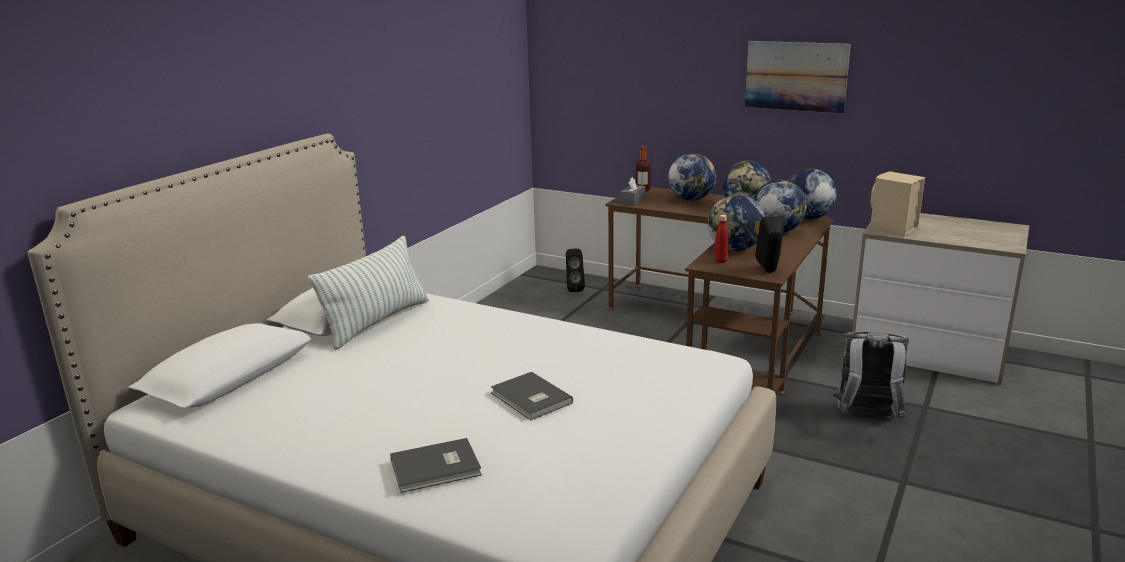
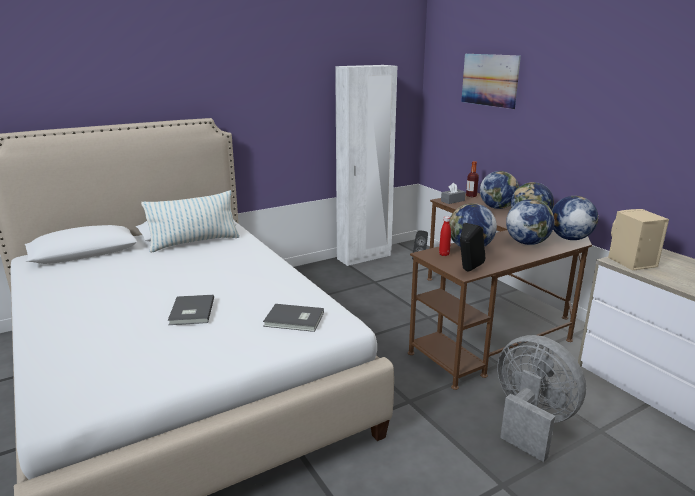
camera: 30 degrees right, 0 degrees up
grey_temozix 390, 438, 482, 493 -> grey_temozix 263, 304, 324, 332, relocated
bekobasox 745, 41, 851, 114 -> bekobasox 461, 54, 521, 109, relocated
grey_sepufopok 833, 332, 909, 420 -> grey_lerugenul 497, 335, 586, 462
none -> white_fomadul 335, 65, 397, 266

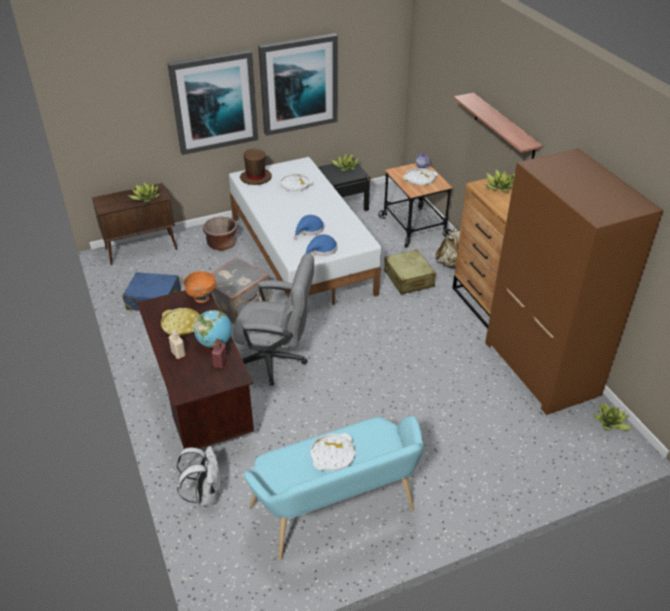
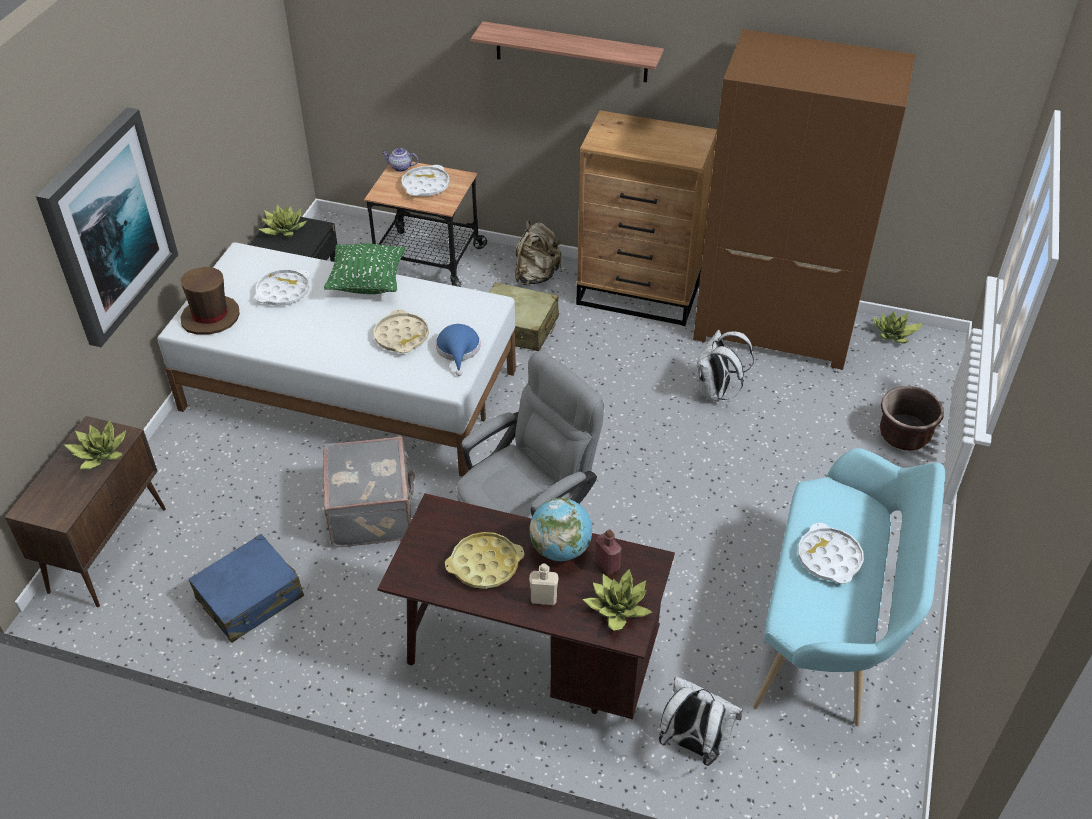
camera: 50 degrees left, 5 degrees up
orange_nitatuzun 184, 271, 216, 303 -> none
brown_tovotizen 203, 217, 238, 250 -> brown_tovotizen 880, 386, 944, 450, relocated
bekobasox 258, 33, 338, 136 -> none
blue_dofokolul 294, 215, 324, 240 -> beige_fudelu 374, 309, 429, 353
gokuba 485, 169, 515, 192 -> gokuba 582, 569, 652, 631, relocated
none -> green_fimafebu 324, 243, 405, 294
none -> white_sepufopok 697, 330, 754, 402

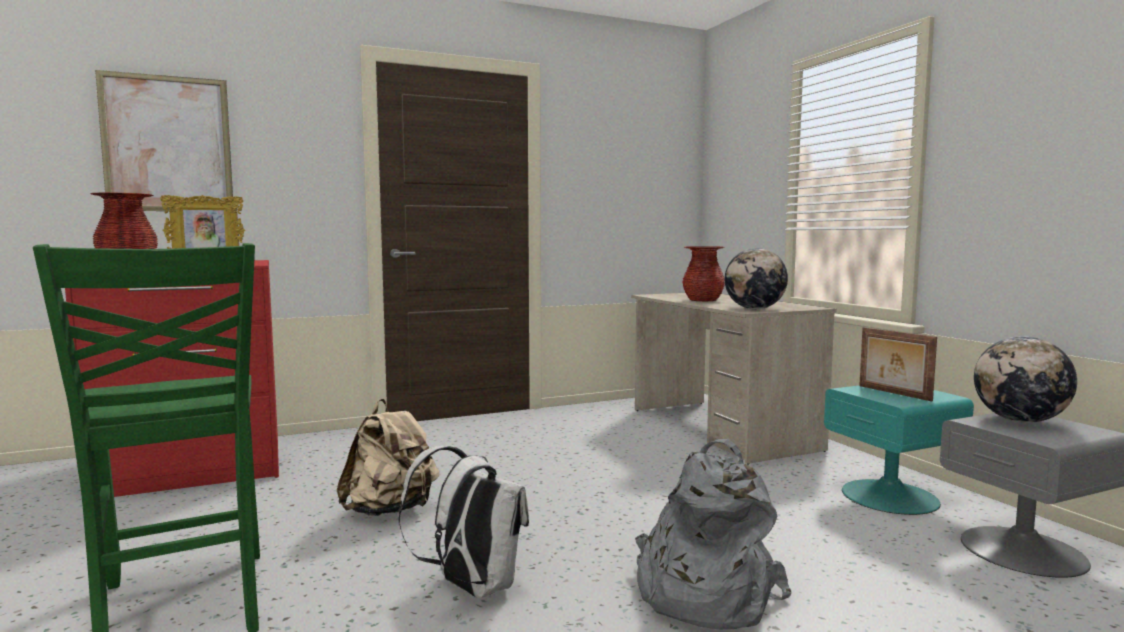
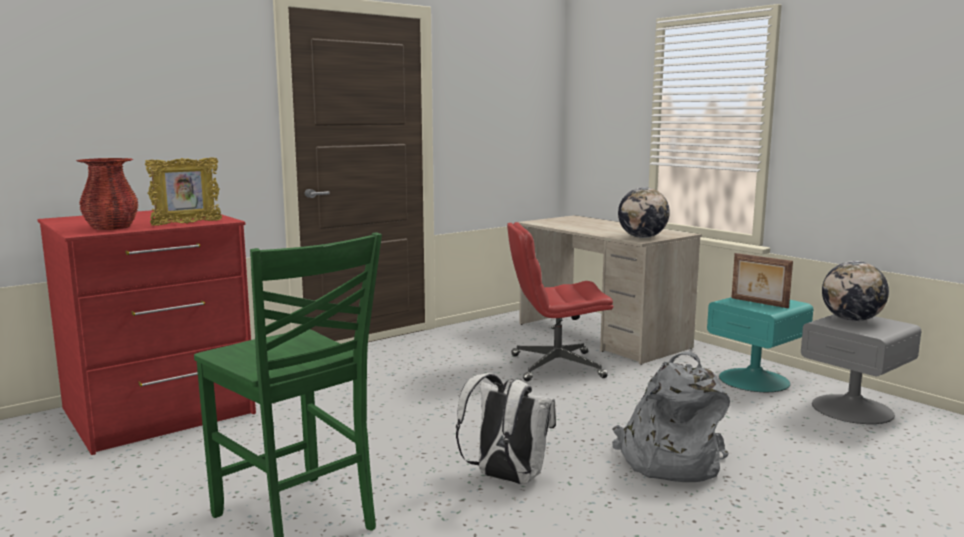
camera: 15 degrees left, 5 degrees up
bekobasox 95, 70, 233, 211 -> none
beige_sepufopok 337, 399, 439, 516 -> none
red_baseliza 683, 246, 725, 301 -> none
none -> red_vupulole 507, 222, 613, 381

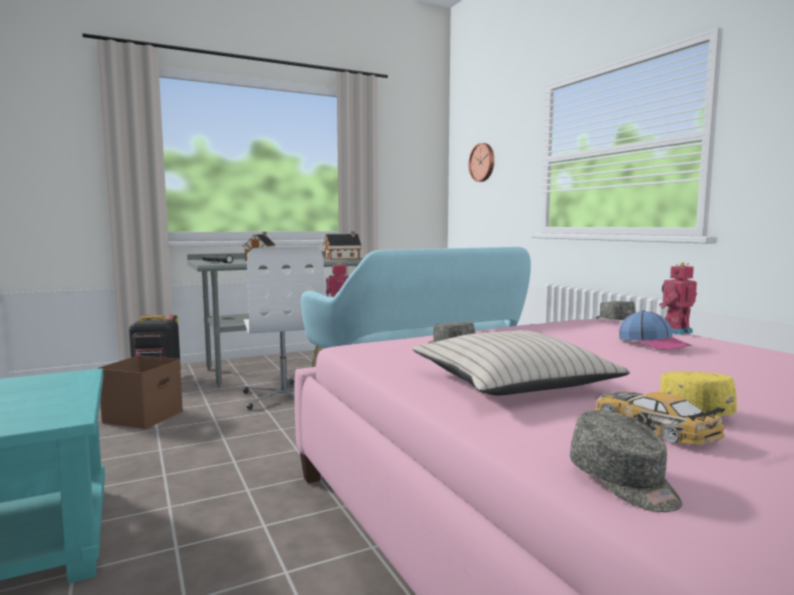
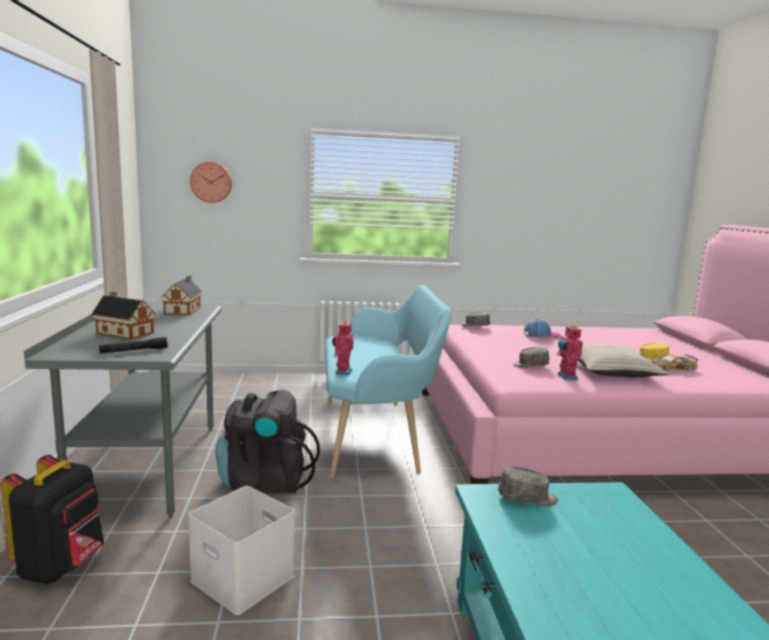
camera: 70 degrees left, 5 degrees up
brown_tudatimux 97, 356, 183, 429 -> white_tudatimux 188, 486, 295, 615
white_vupulole 243, 247, 325, 410 -> black_sepufopok 215, 389, 320, 494
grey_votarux 570, 410, 682, 512 -> grey_votarux 498, 467, 558, 506, relocated
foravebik 659, 262, 697, 335 -> foravebik 557, 325, 583, 380, relocated

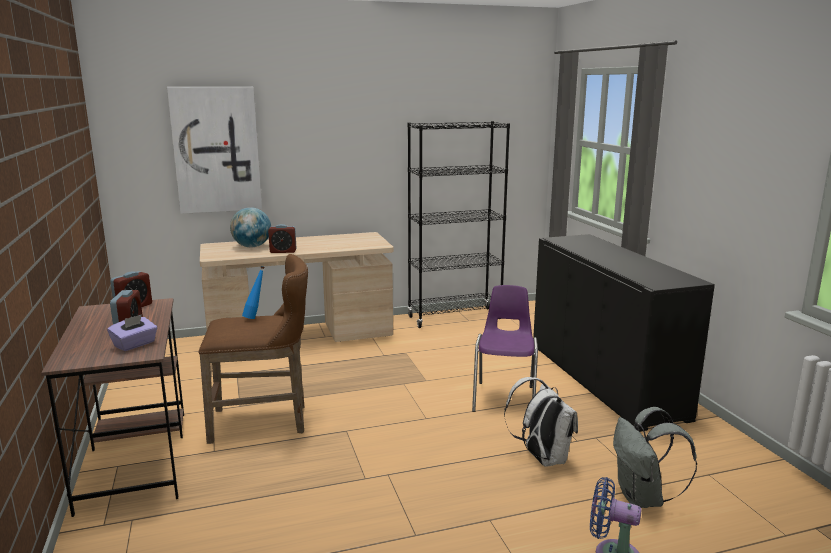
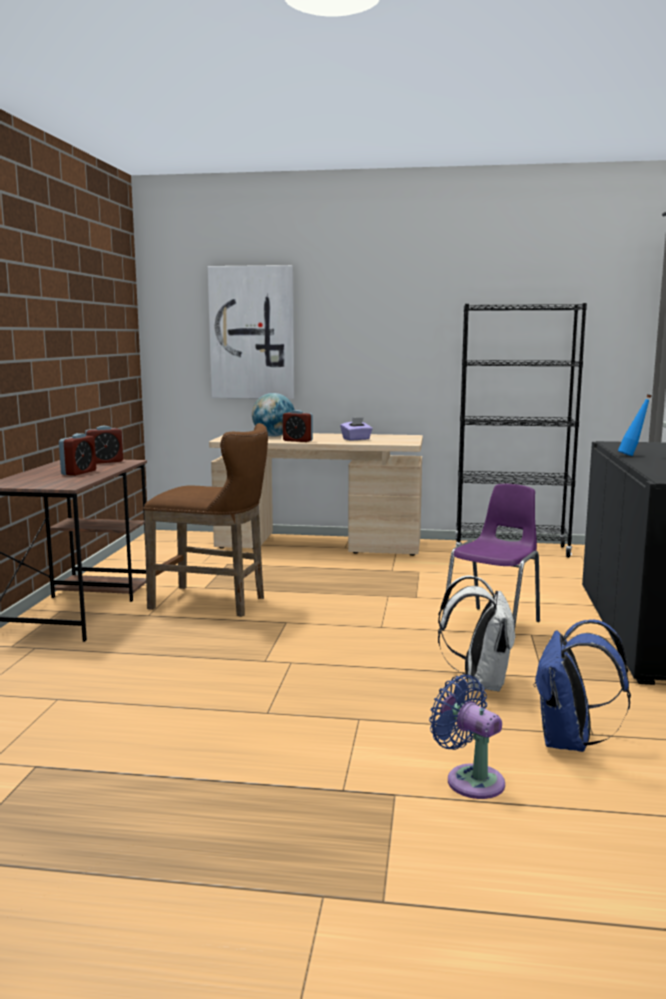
camera: 25 degrees right, 5 degrees down
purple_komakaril 107, 314, 157, 351 -> purple_komakaril 340, 417, 373, 441, relocated
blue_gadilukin 242, 266, 264, 319 -> blue_gadilukin 618, 394, 651, 456, relocated
grey_sepufopok 613, 407, 697, 508 -> blue_sepufopok 533, 620, 631, 752

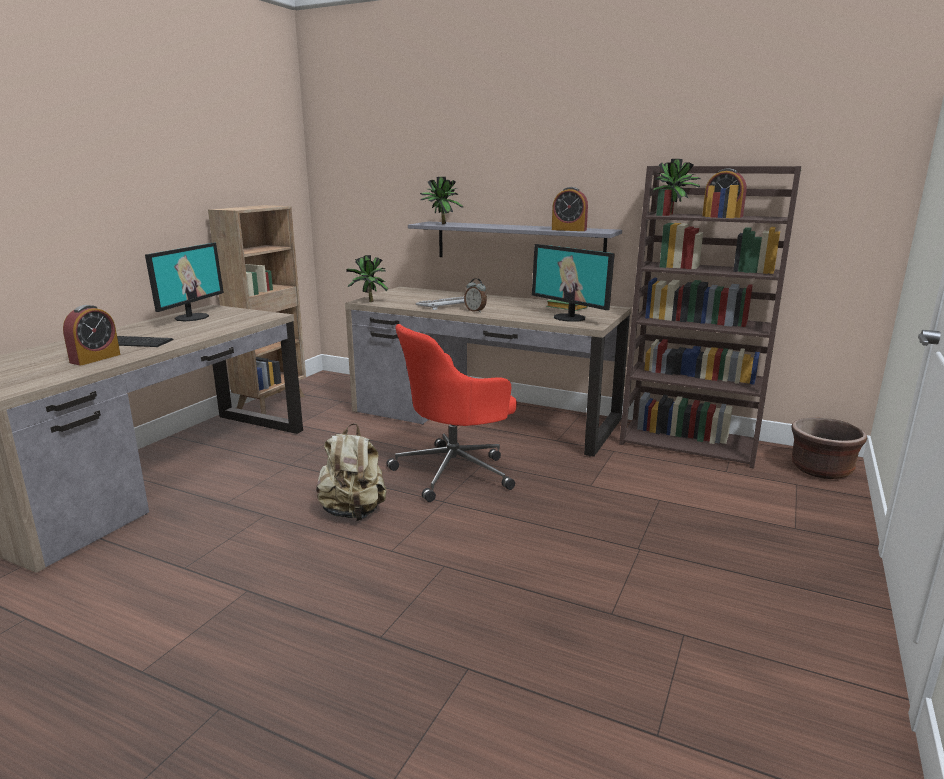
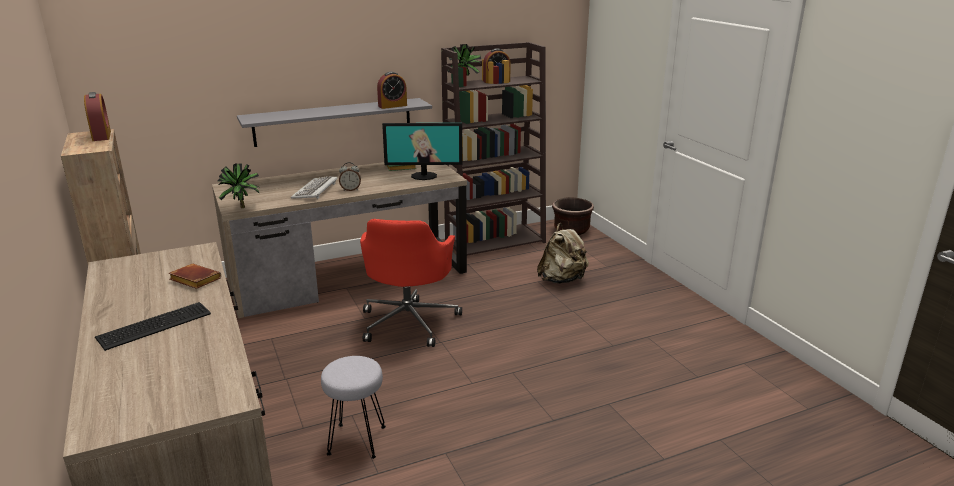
camera: 50 degrees left, 5 degrees up
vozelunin 63, 305, 120, 365 -> vozelunin 84, 92, 111, 141, relocated
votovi 145, 243, 224, 321 -> none
beige_sepufopok 316, 423, 387, 521 -> beige_sepufopok 537, 223, 589, 284, relocated
gokuba 420, 177, 463, 224 -> none
none -> brown_temozix 168, 264, 221, 289
none -> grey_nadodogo 321, 356, 386, 459

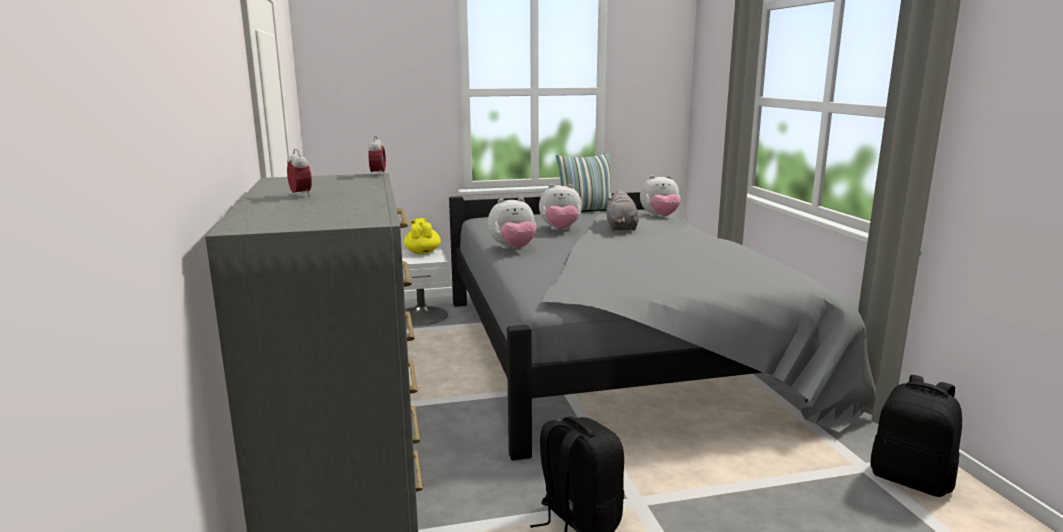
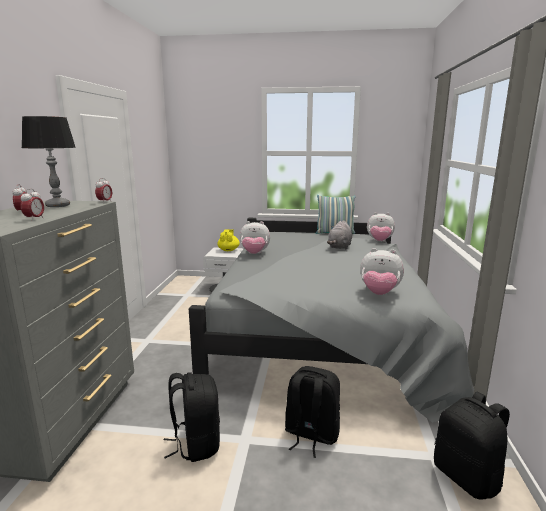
camera: 20 degrees right, 0 degrees up
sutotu 539, 184, 582, 230 -> sutotu 360, 248, 404, 295, relocated
none -> vozelunin 21, 189, 44, 221
none -> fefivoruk 22, 116, 76, 207
none -> black_sepufopok 285, 366, 340, 458

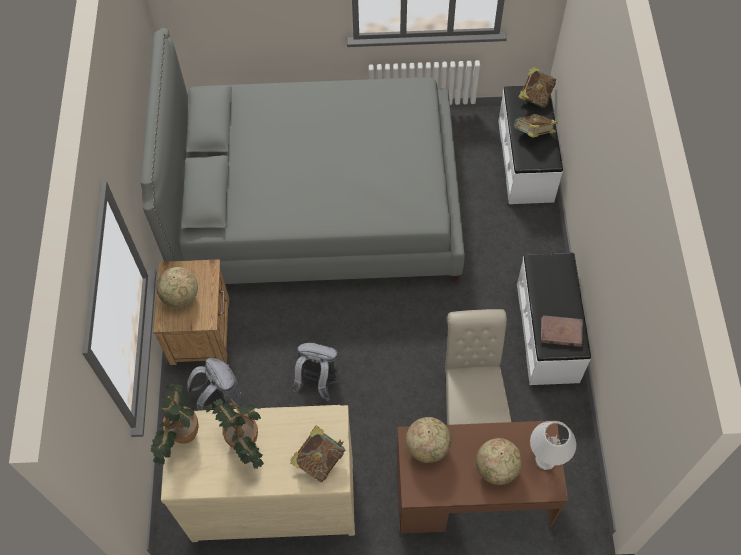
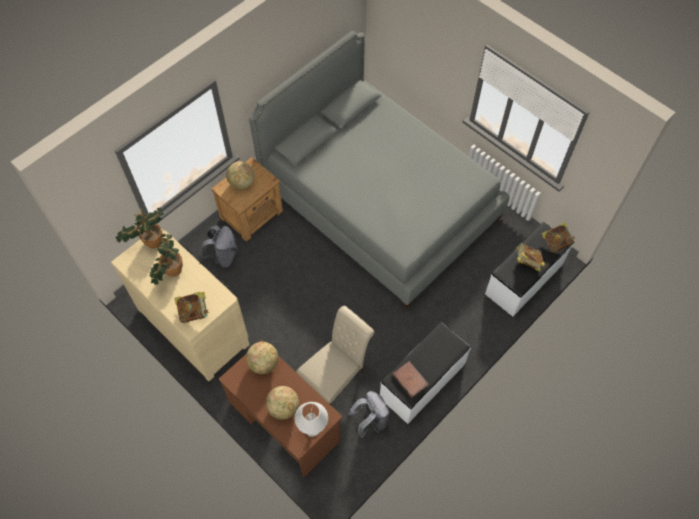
camera: 45 degrees right, 0 degrees up
grey_sepufopok 292, 343, 339, 401 -> grey_sepufopok 348, 391, 390, 438, relocated

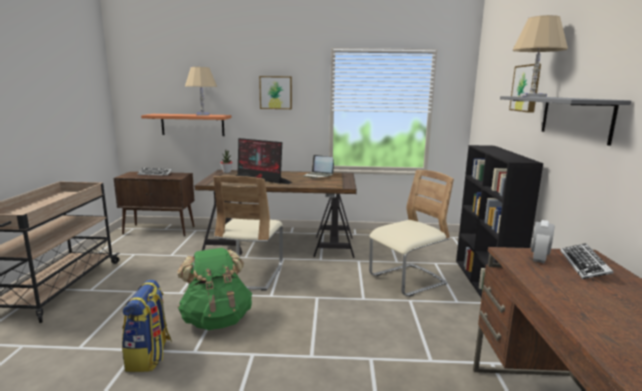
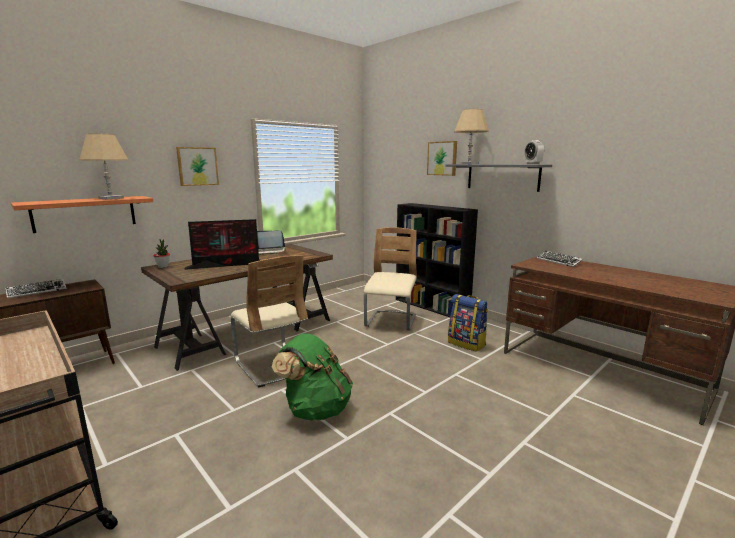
camera: 45 degrees left, 0 degrees up
sepufopok 122, 280, 172, 372 -> sepufopok 448, 294, 488, 352, relocated
vozelunin 531, 220, 554, 263 -> vozelunin 525, 140, 544, 164, relocated

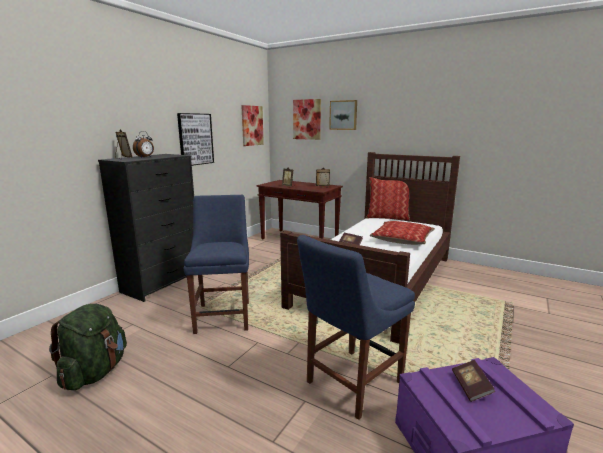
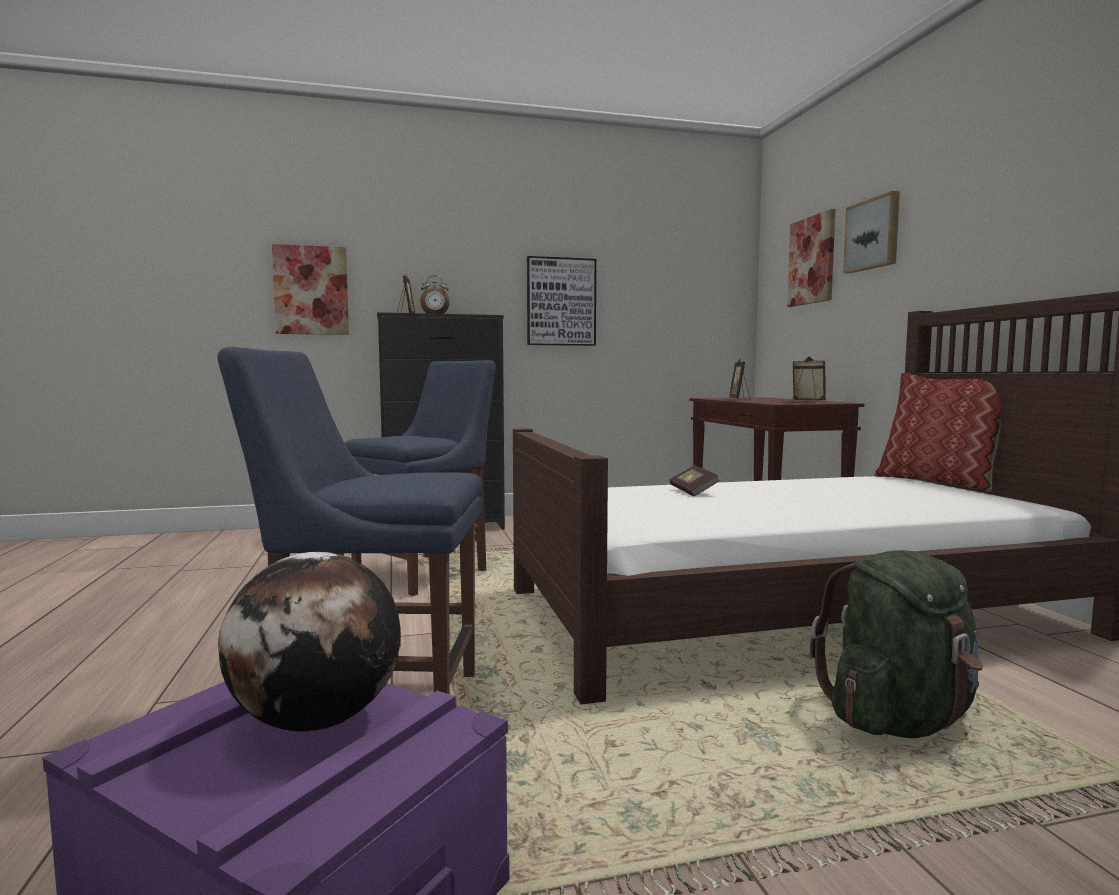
camera: 45 degrees right, 10 degrees down
green_sepufopok 49, 304, 127, 390 -> green_sepufopok 810, 550, 984, 738, relocated
bekobasox 241, 105, 264, 146 -> bekobasox 272, 244, 349, 335, relocated
fimafebu 370, 221, 435, 245 -> none
temozix 452, 360, 495, 402 -> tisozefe 218, 552, 401, 732

